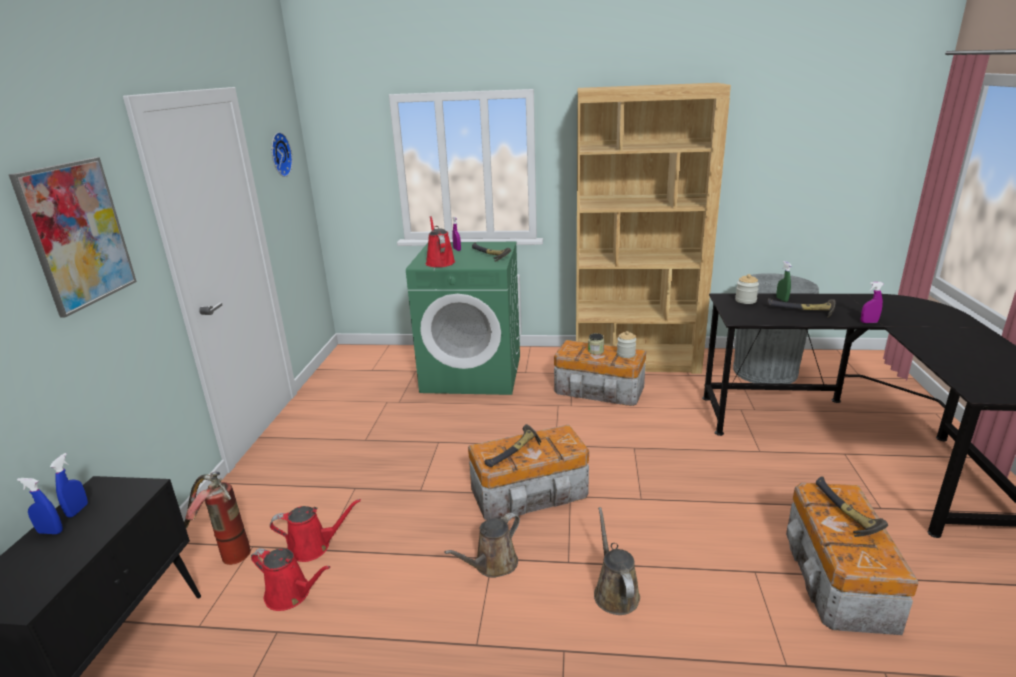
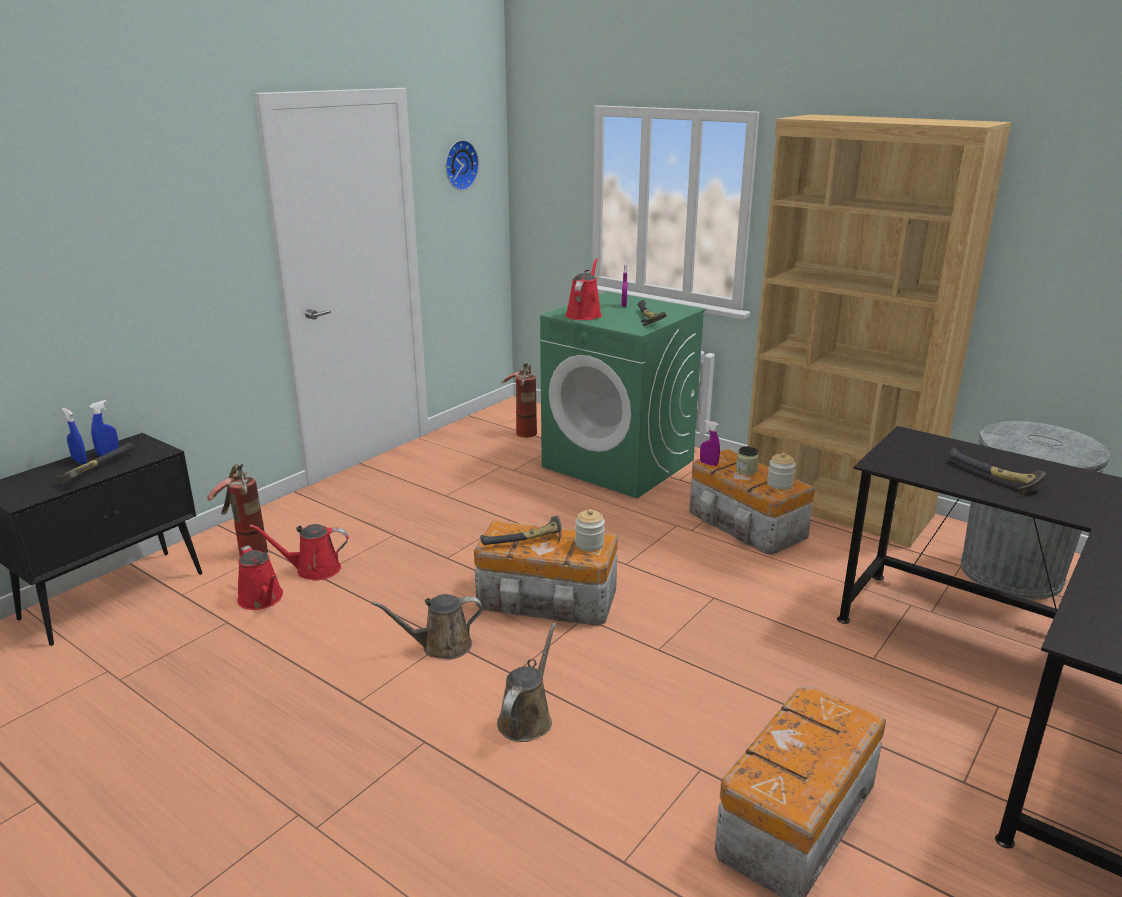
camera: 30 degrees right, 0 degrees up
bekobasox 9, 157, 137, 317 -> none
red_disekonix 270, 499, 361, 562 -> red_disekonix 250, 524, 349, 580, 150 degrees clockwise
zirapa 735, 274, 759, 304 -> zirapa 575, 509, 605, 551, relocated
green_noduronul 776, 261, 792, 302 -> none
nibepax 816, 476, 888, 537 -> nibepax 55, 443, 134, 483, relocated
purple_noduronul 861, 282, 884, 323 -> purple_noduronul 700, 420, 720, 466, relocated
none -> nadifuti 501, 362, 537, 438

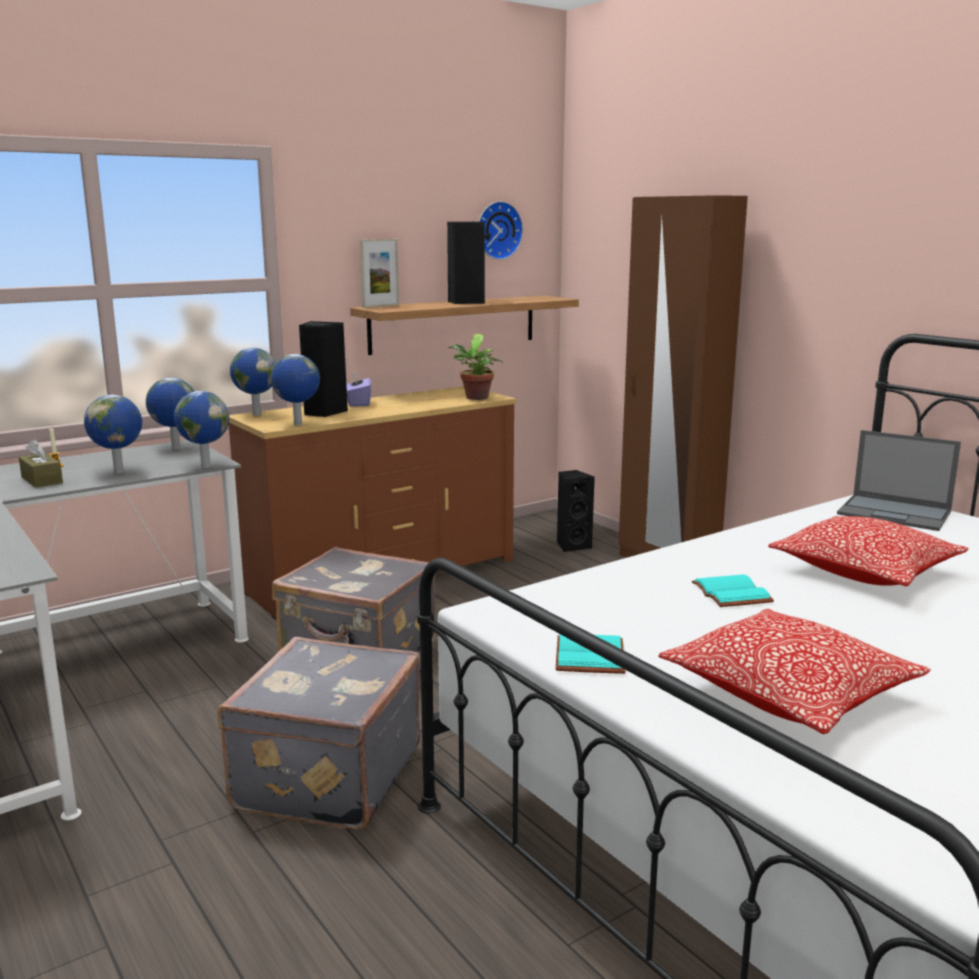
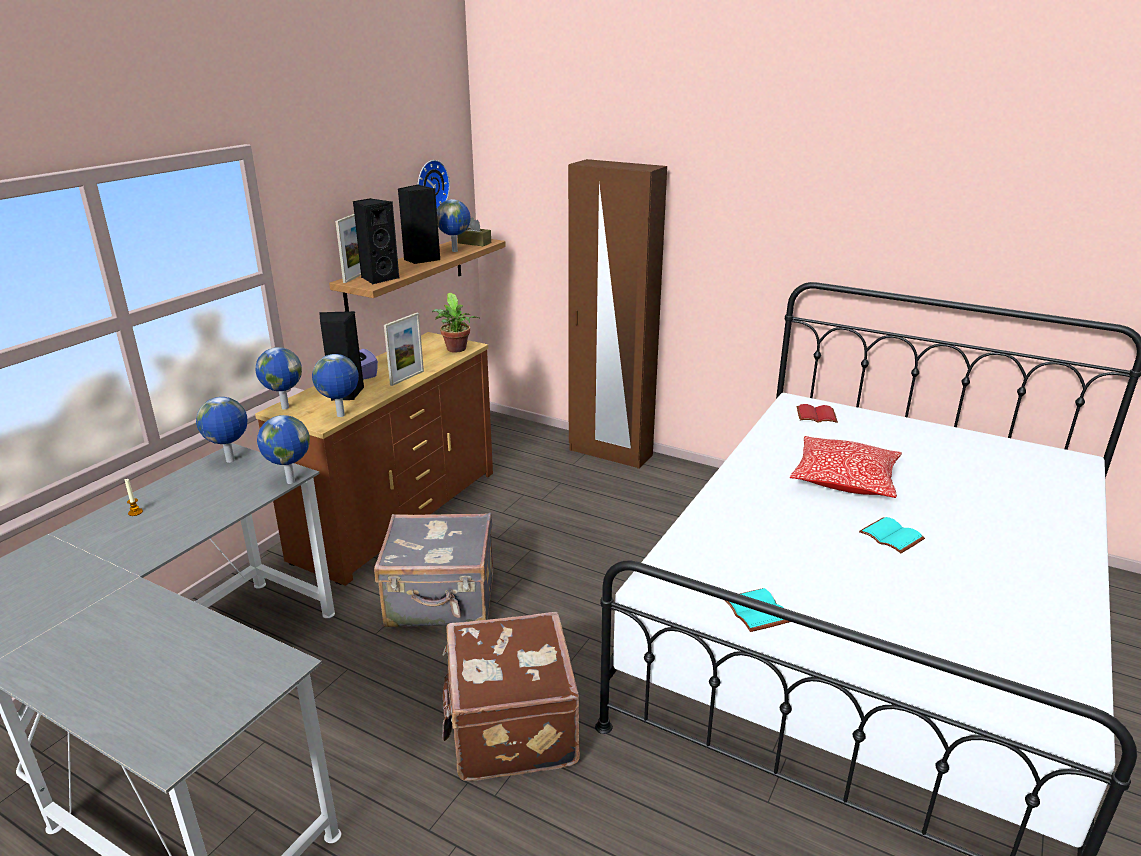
camera: 25 degrees left, 10 degrees up
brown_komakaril 19, 439, 63, 488 -> brown_komakaril 457, 218, 491, 246, relocated
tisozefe 84, 395, 142, 474 -> tisozefe 437, 199, 471, 252, relocated
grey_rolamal 218, 637, 420, 830 -> brown_rolamal 442, 612, 580, 781
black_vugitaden 557, 470, 595, 552 -> black_vugitaden 353, 198, 399, 284, relocated
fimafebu 658, 609, 931, 734 -> none
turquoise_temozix 692, 574, 774, 607 -> turquoise_temozix 859, 517, 925, 553, relocated
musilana 837, 430, 961, 531 -> red_temozix 797, 404, 838, 423
none -> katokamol 384, 313, 424, 386

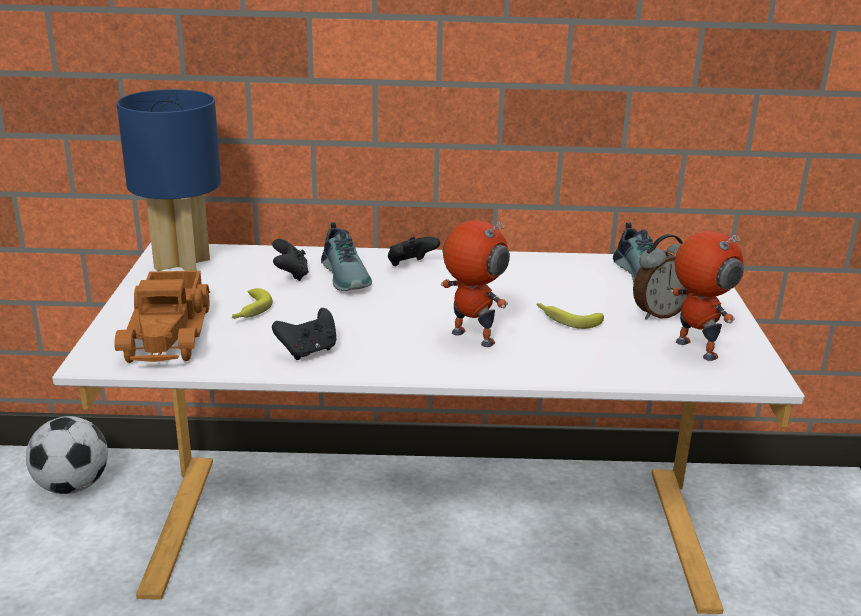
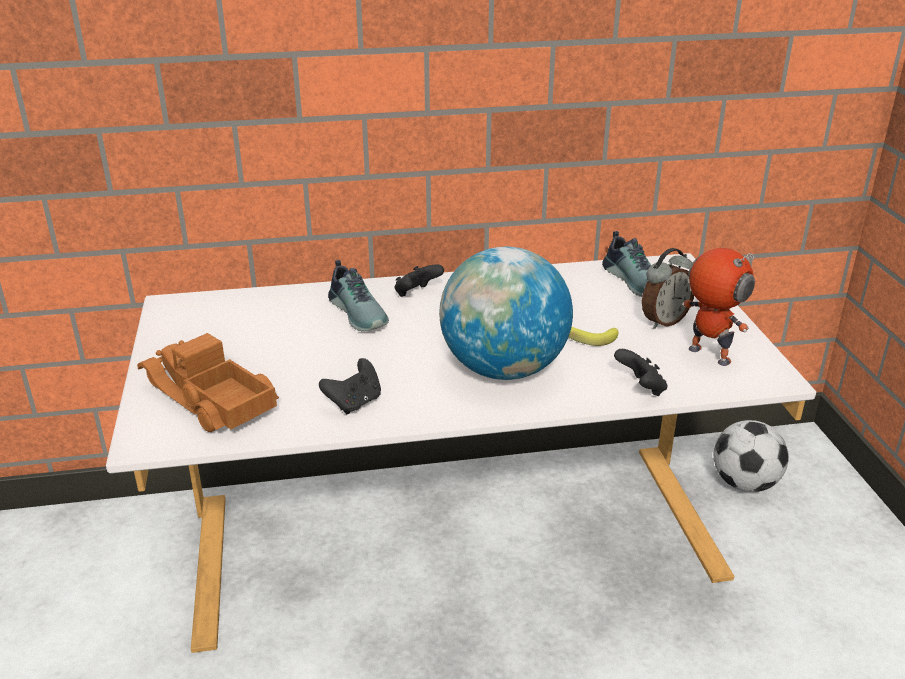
camera: 10 degrees left, 5 degrees up
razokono 26, 416, 108, 494 -> razokono 714, 420, 789, 492, relocated
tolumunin 114, 271, 210, 363 -> tolumunin 137, 333, 279, 432, 150 degrees clockwise
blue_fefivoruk 117, 89, 221, 271 -> none
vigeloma 232, 288, 273, 319 -> none
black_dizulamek 272, 239, 309, 281 -> black_dizulamek 614, 349, 667, 396, relocated
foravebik 441, 220, 510, 347 -> tisozefe 439, 247, 573, 380

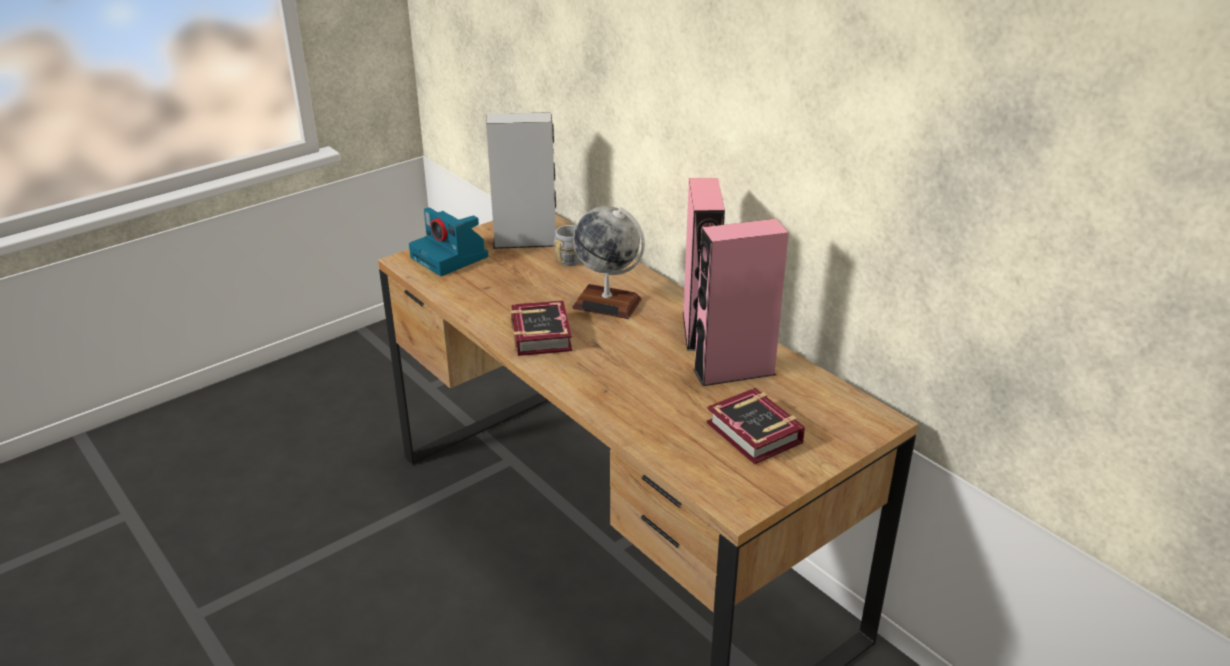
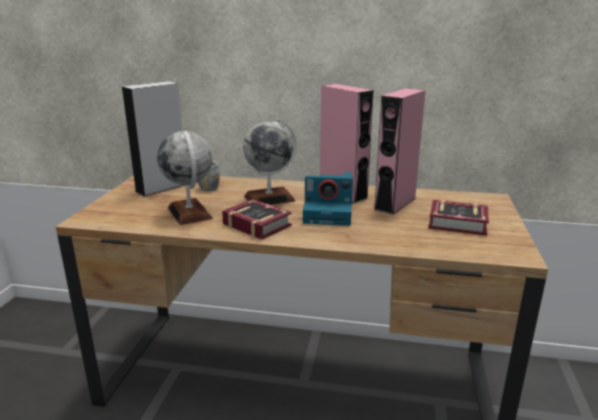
camera: 40 degrees left, 10 degrees down
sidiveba 409, 207, 488, 276 -> sidiveba 303, 172, 353, 226, relocated
none -> tisozefe 157, 131, 213, 225

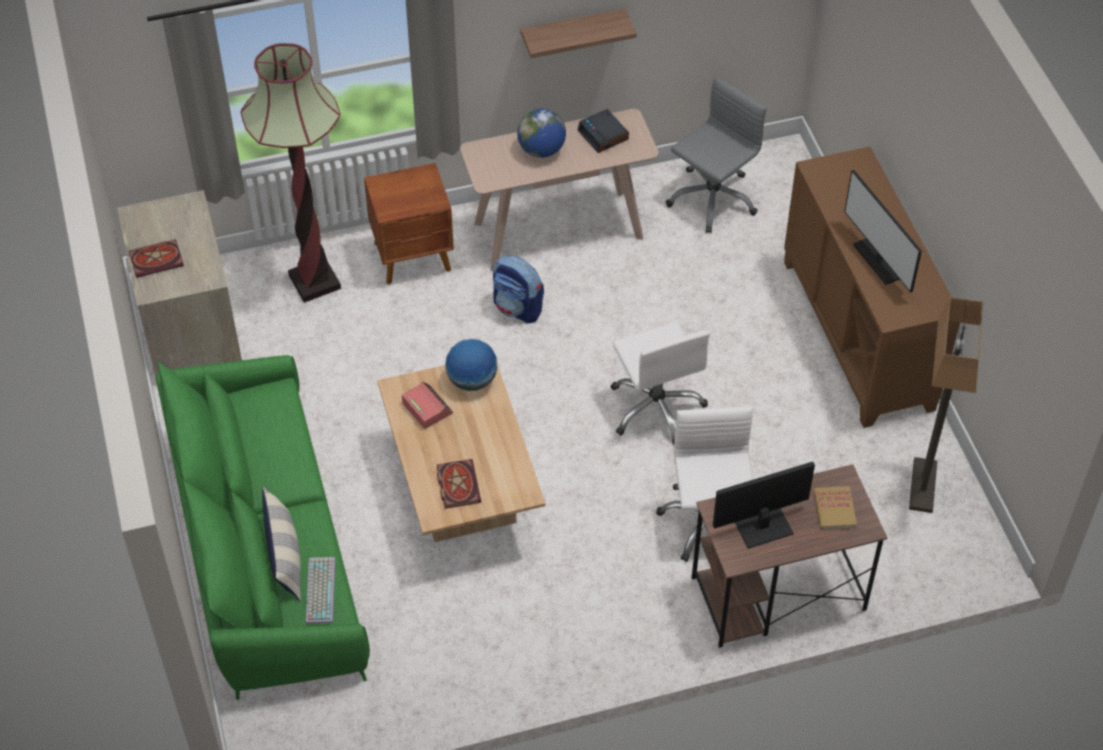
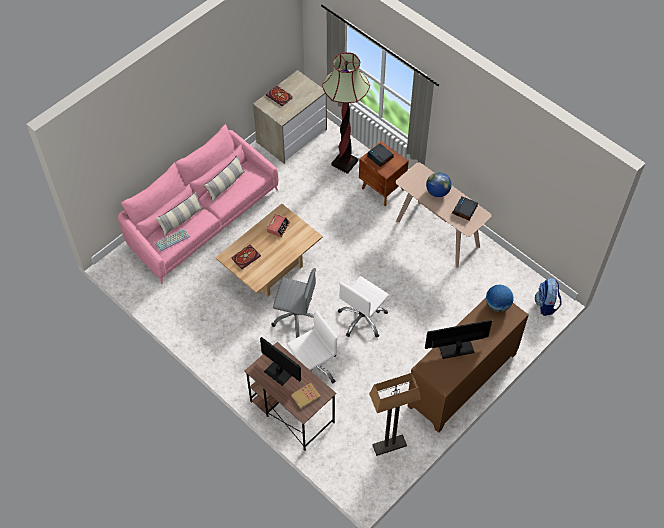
camera: 60 degrees right, 5 degrees up
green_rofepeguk 156, 355, 370, 700 -> pink_rofepeguk 117, 124, 278, 284
tisozefe 445, 339, 497, 391 -> tisozefe 486, 284, 514, 312, relocated
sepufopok 493, 255, 544, 324 -> sepufopok 535, 278, 561, 316, relocated
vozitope 520, 8, 637, 58 -> none
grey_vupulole 666, 76, 767, 233 -> grey_vupulole 271, 268, 316, 338, relocated
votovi 844, 169, 922, 293 -> votovi 425, 320, 492, 359, 45 degrees clockwise
none -> fimafebu 204, 155, 245, 202
none -> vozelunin 367, 143, 394, 167

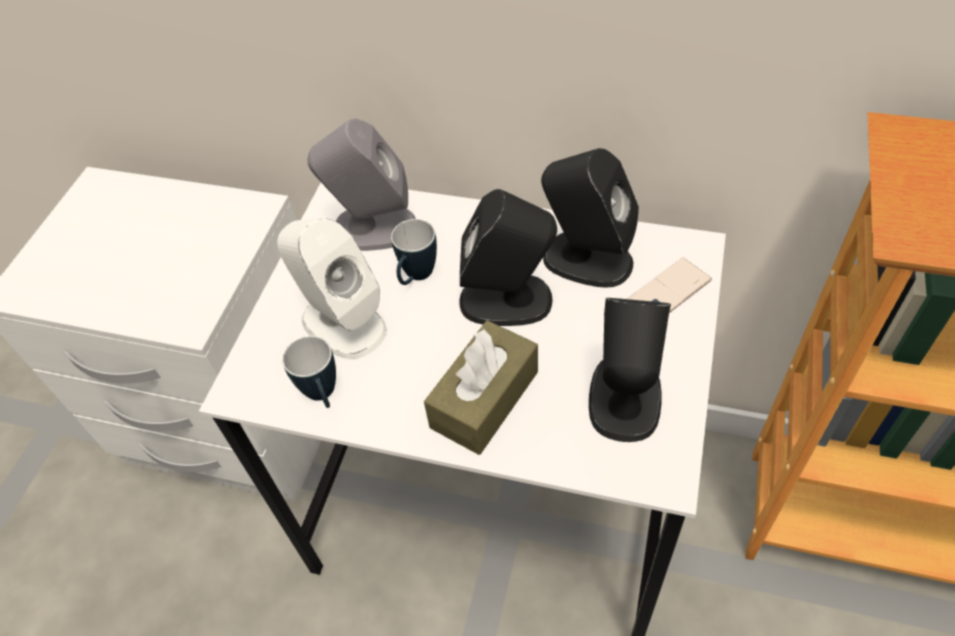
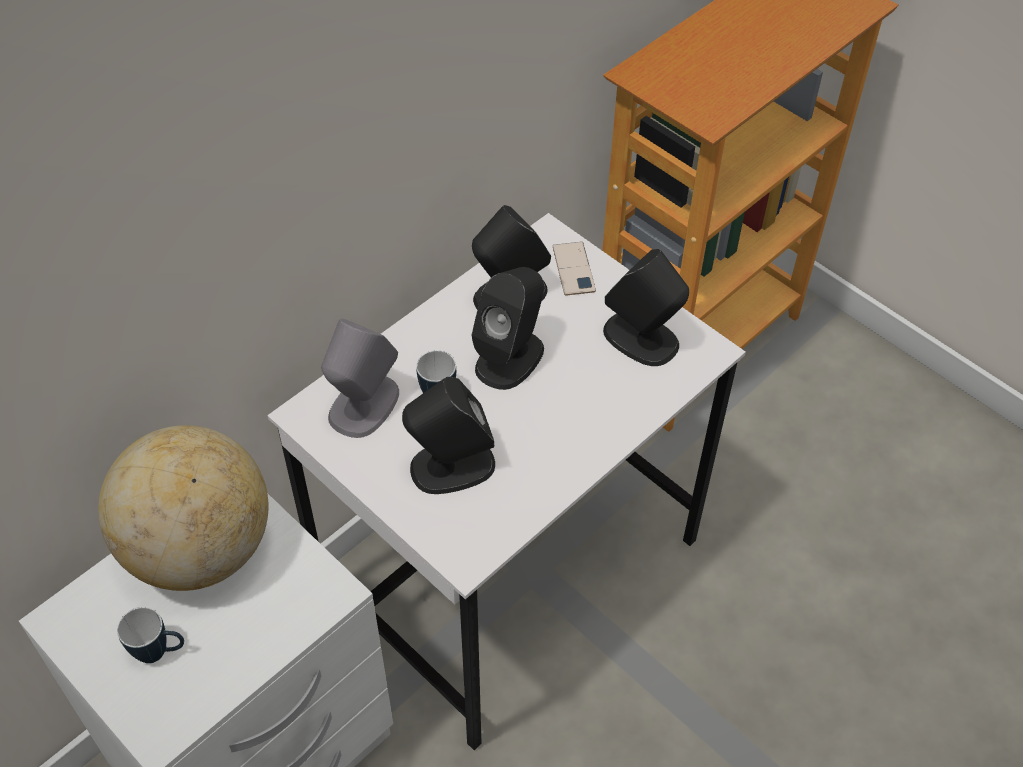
camera: 65 degrees left, 0 degrees up
white_vugitaden 277, 218, 387, 359 -> black_vugitaden 402, 377, 495, 494
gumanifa 282, 336, 336, 408 -> gumanifa 117, 607, 184, 663, relocated
brown_komakaril 424, 321, 538, 455 -> none
none -> tisozefe 98, 425, 269, 591

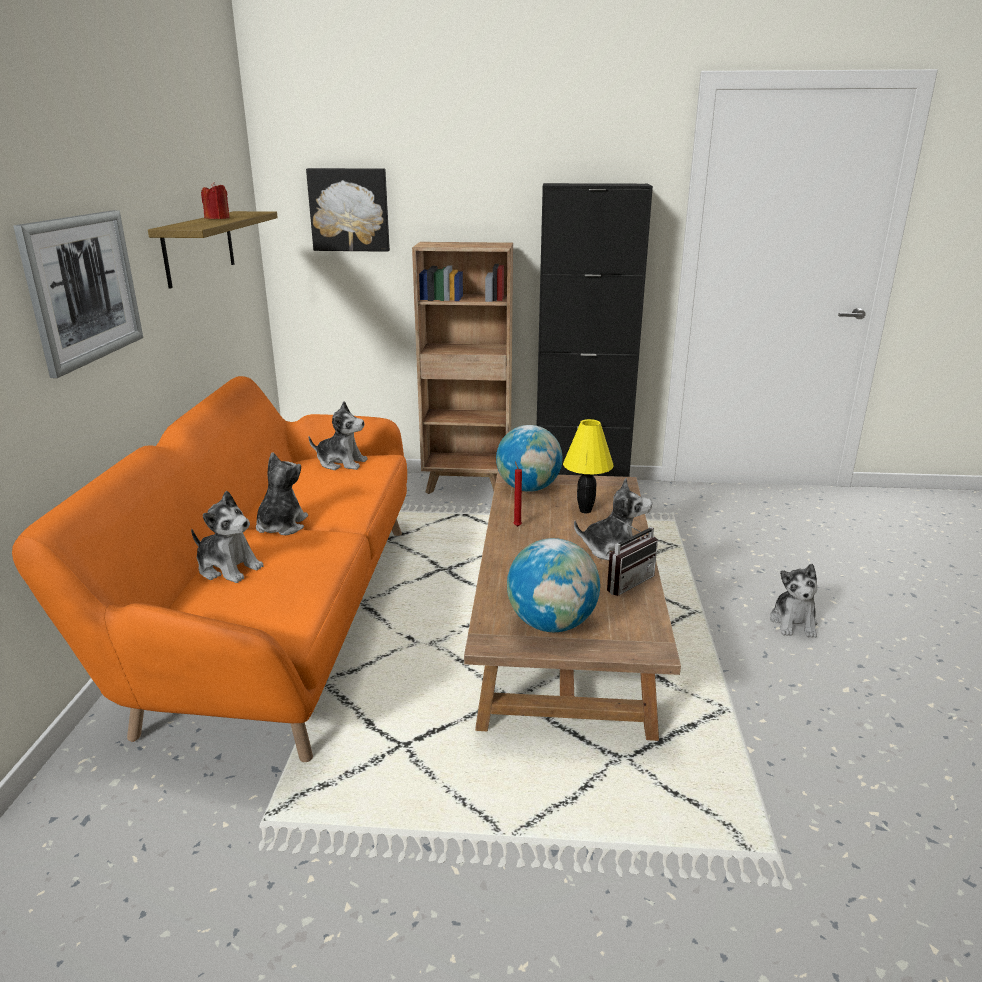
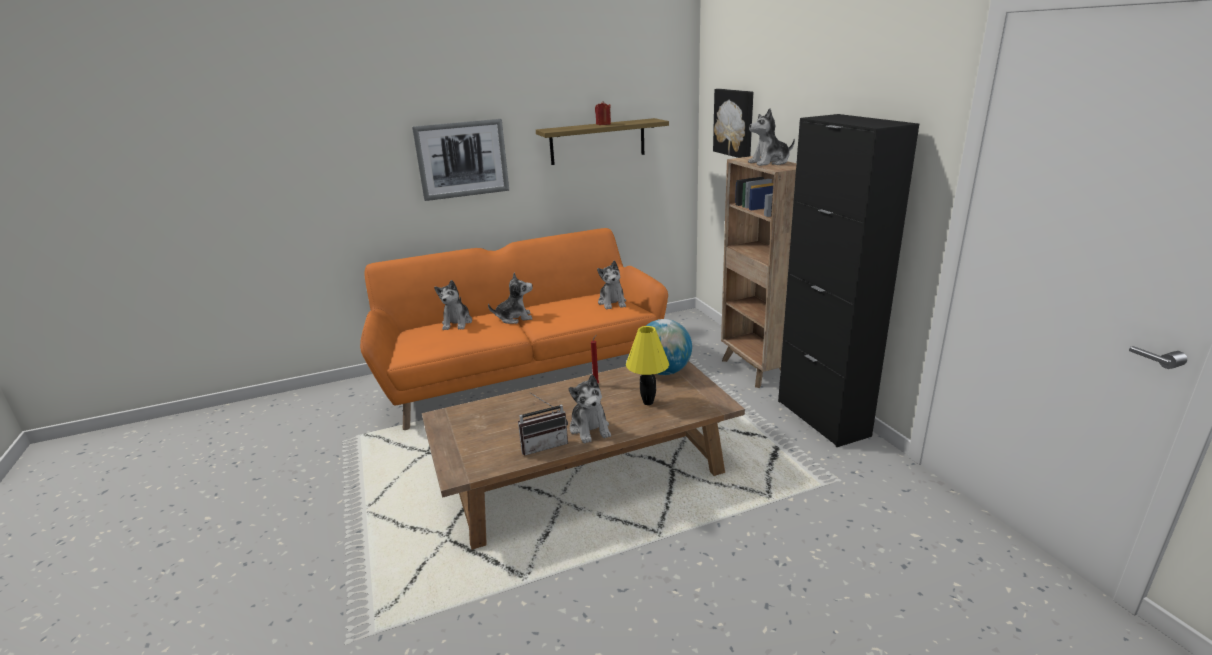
camera: 65 degrees right, 0 degrees up
tisozefe 507, 538, 600, 632 -> none
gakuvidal 607, 516, 658, 596 -> gakuvidal 518, 394, 568, 456, 45 degrees counterclockwise
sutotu 770, 564, 818, 638 -> sutotu 748, 108, 795, 166, relocated

